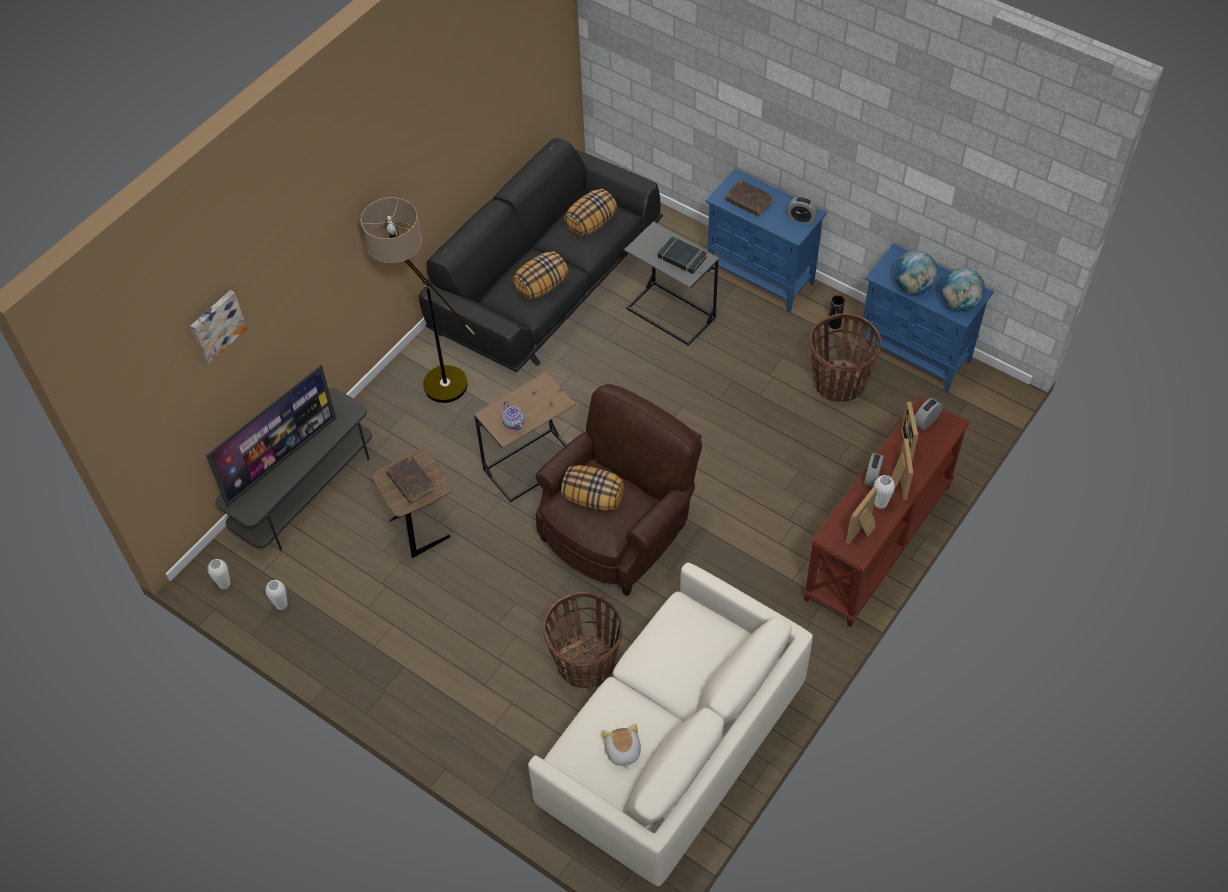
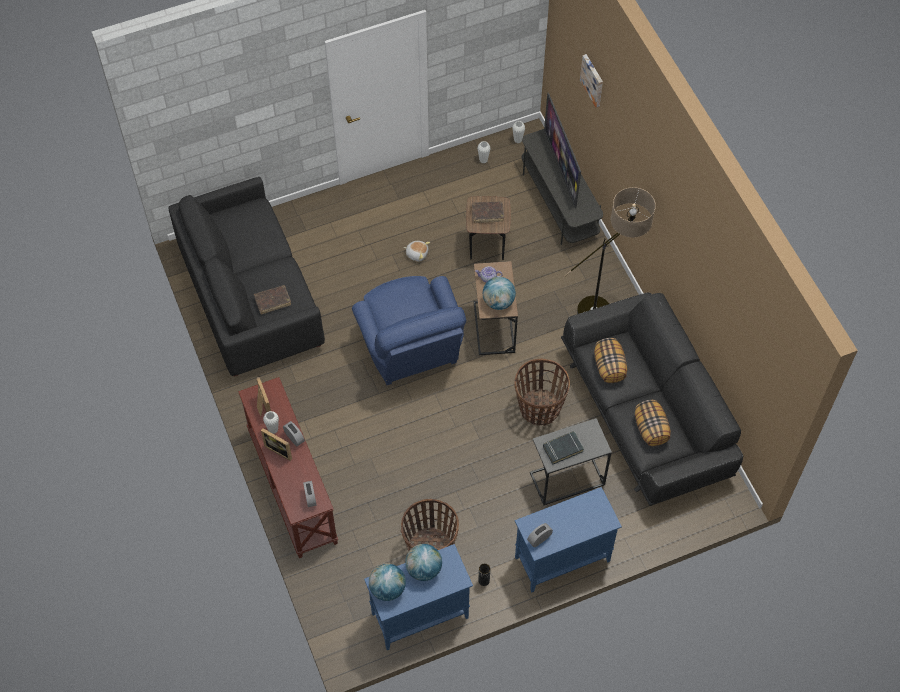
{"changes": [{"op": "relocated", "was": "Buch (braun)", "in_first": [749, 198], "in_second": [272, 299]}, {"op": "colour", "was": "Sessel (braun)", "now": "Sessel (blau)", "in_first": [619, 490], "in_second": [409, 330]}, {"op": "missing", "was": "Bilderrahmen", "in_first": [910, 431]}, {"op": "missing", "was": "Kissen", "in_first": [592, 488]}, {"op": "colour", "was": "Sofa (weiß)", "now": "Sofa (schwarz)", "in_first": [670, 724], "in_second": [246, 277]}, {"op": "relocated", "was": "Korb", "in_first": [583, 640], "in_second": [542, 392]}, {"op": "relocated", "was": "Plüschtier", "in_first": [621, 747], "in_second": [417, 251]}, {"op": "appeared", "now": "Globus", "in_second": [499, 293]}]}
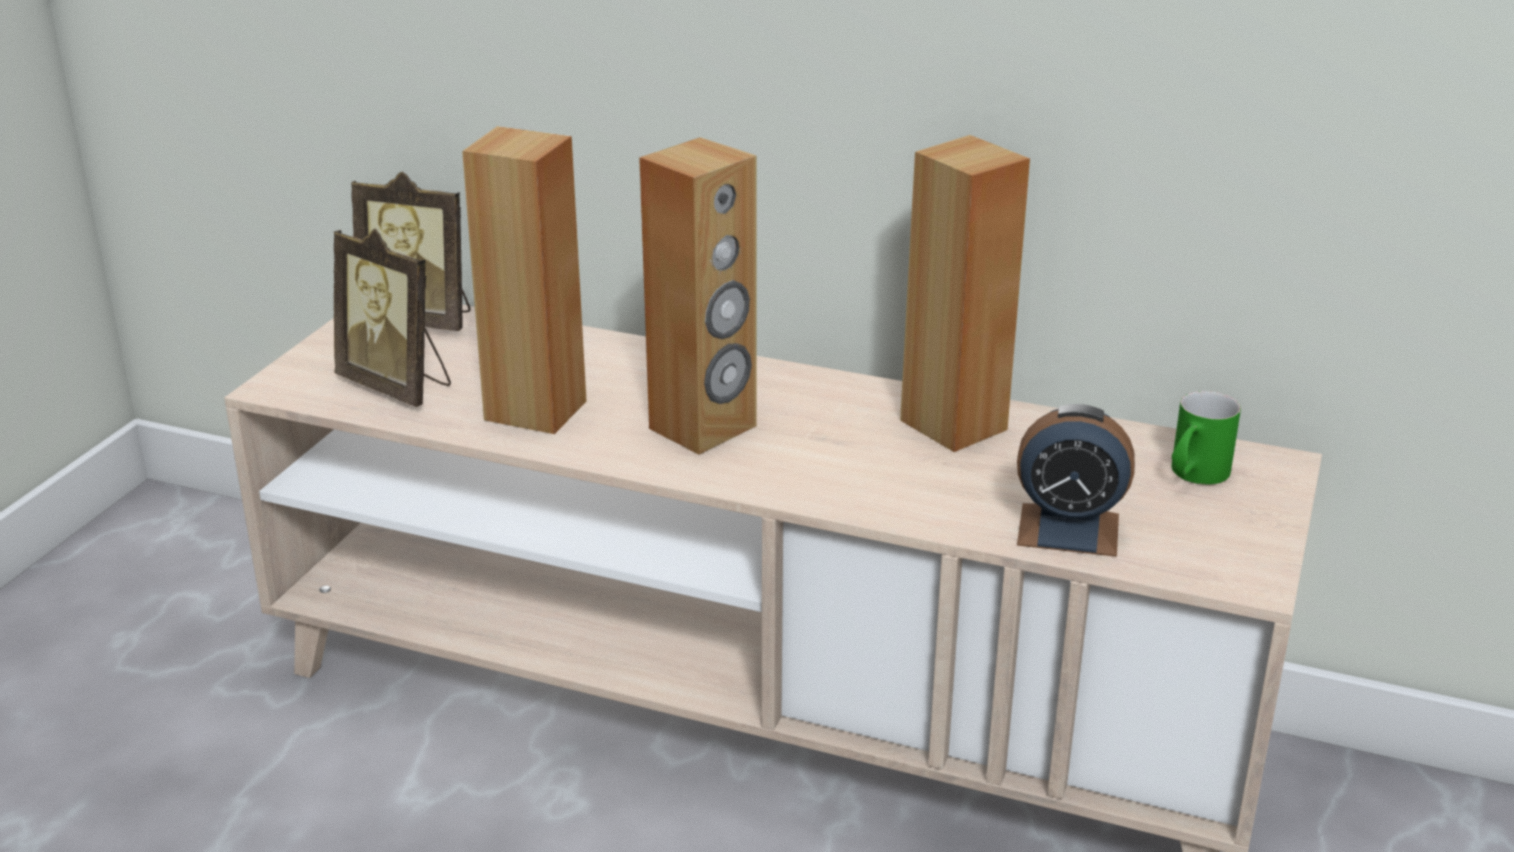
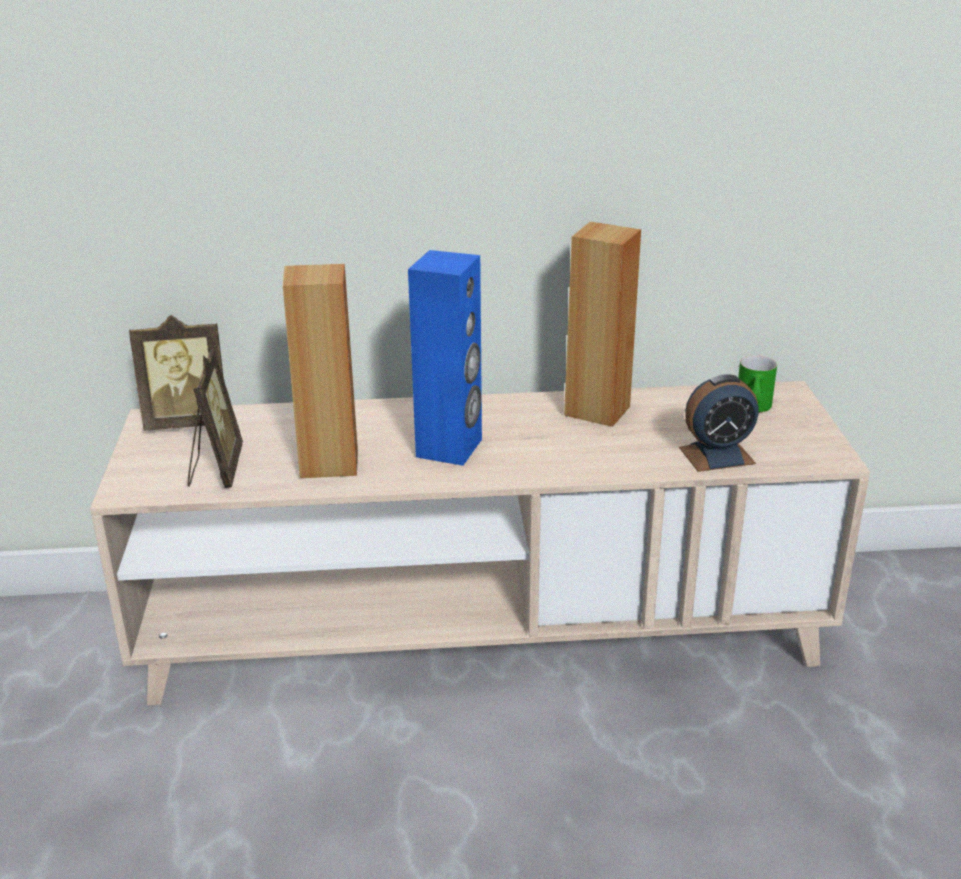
{"changes": [{"op": "colour", "was": "Lautsprecher (braun)", "now": "Lautsprecher (blau)", "in_first": [698, 296], "in_second": [445, 358]}, {"op": "spun", "was": "Bilderrahmen", "in_first": [392, 318], "in_second": [215, 418], "clockwise": -105}]}
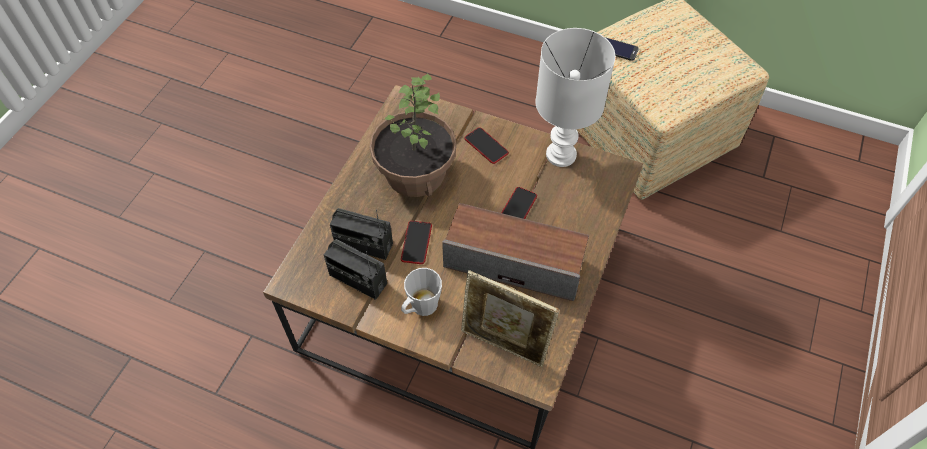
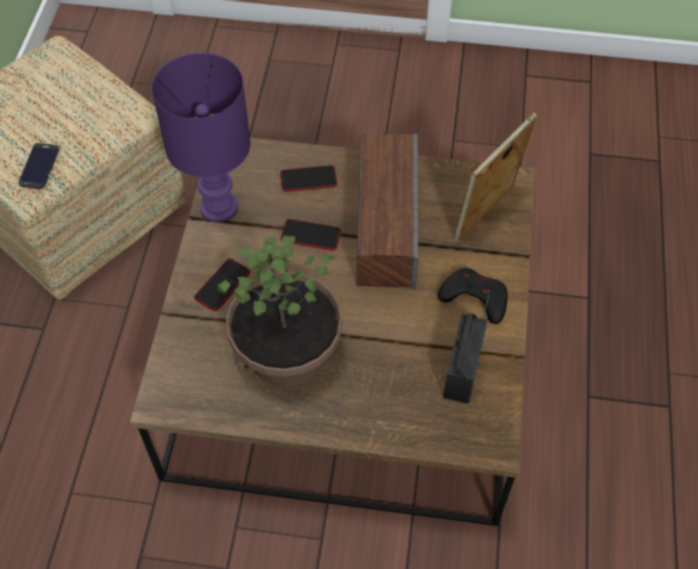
{"changes": [{"op": "colour", "was": "Tischlampe (weiß)", "now": "Tischlampe (lila)", "in_first": [575, 97], "in_second": [201, 138]}, {"op": "missing", "was": "Radio", "in_first": [361, 234]}, {"op": "relocated", "was": "Handy", "in_first": [416, 242], "in_second": [308, 178]}, {"op": "exchanged", "was": "Henkelbecher (grau)", "now": "Gamepad (schwarz)", "in_first": [421, 292], "in_second": [473, 296]}, {"op": "spun", "was": "Bilderrahmen", "in_first": [510, 318], "in_second": [495, 177], "clockwise": -150}]}
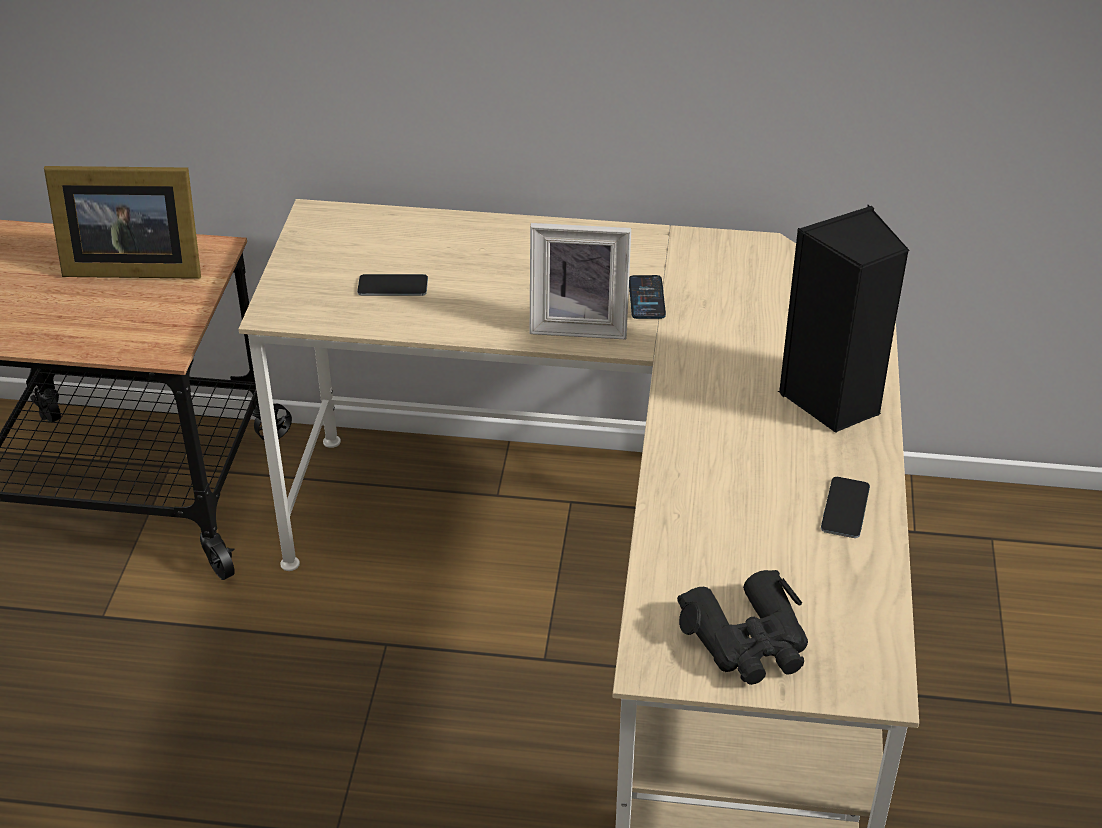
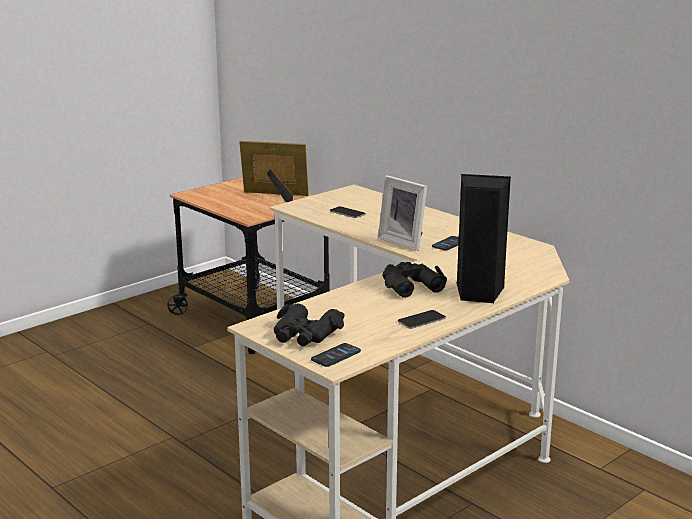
{"changes": [{"op": "spun", "was": "Bilderrahmen", "in_first": [122, 222], "in_second": [274, 171], "clockwise": 150}, {"op": "appeared", "now": "Fernglas (schwarz)", "in_second": [415, 280]}, {"op": "appeared", "now": "Handy", "in_second": [336, 355]}]}
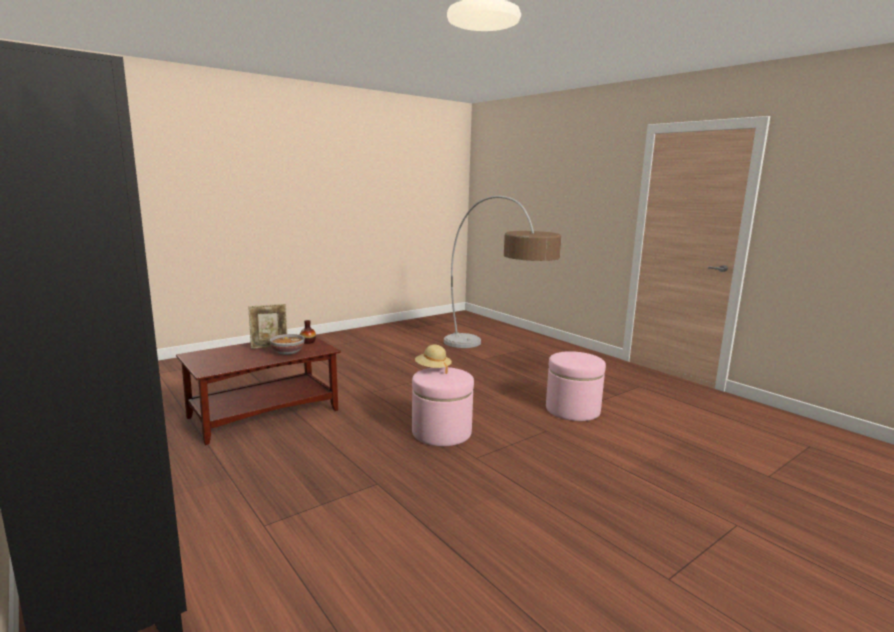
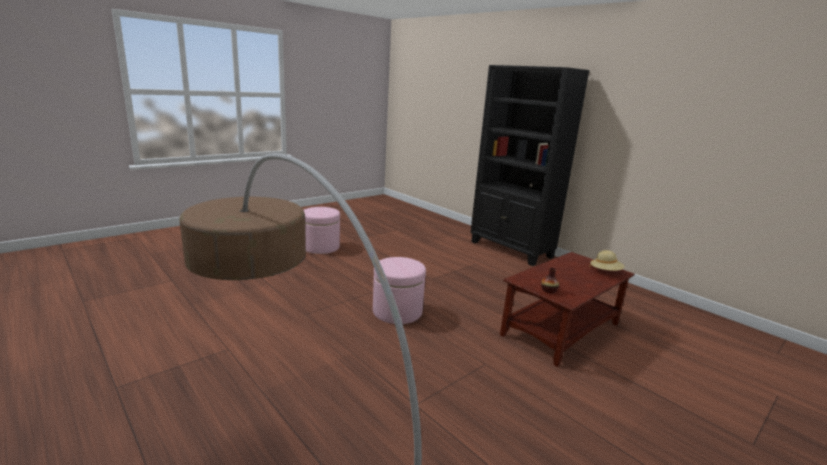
{"changes": [{"op": "missing", "was": "Bilderrahmen", "in_first": [267, 326]}, {"op": "missing", "was": "Schüssel", "in_first": [287, 344]}, {"op": "relocated", "was": "Hut (beige)", "in_first": [433, 359], "in_second": [607, 260]}, {"op": "relocated", "was": "Polsterhocker (rosa)", "in_first": [576, 386], "in_second": [322, 230]}]}
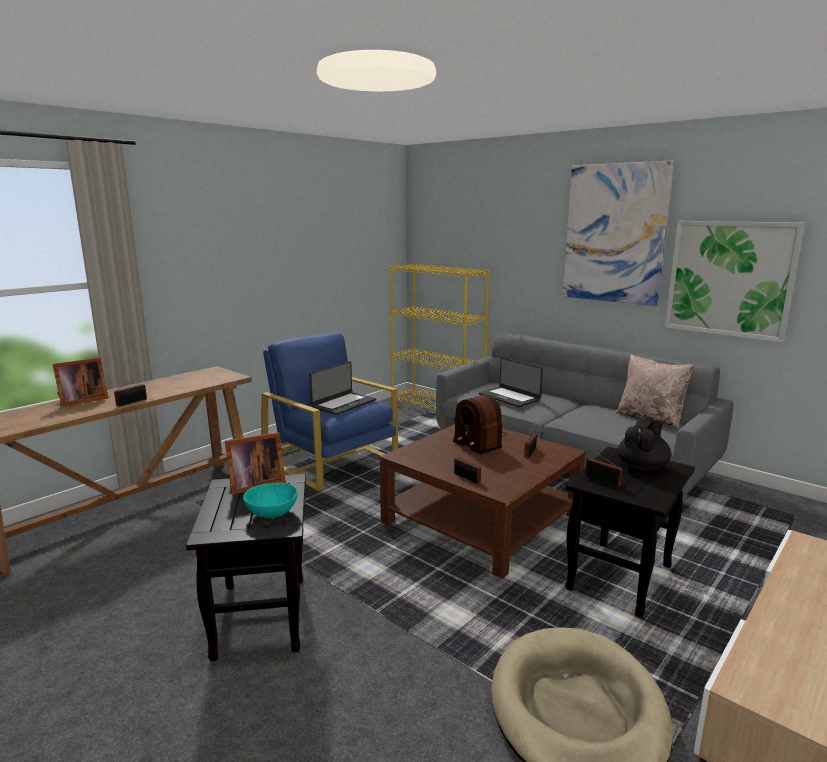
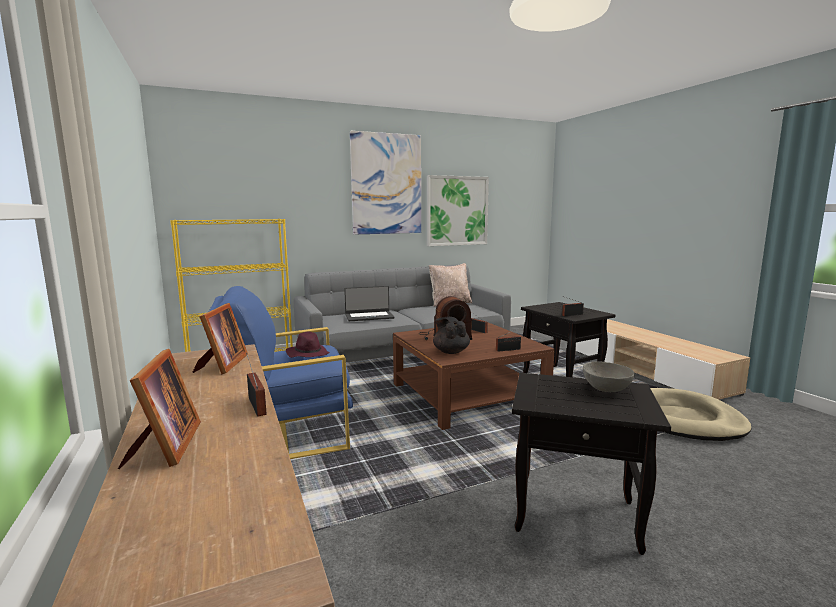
{"changes": [{"op": "exchanged", "was": "Laptop", "now": "Hut (lila)", "in_first": [342, 388], "in_second": [307, 345]}, {"op": "relocated", "was": "Teekanne (schwarz)", "in_first": [644, 445], "in_second": [451, 335]}, {"op": "relocated", "was": "Bilderrahmen", "in_first": [255, 463], "in_second": [220, 338]}, {"op": "colour", "was": "Schüssel (türkis)", "now": "Schüssel (grau)", "in_first": [270, 500], "in_second": [609, 376]}]}
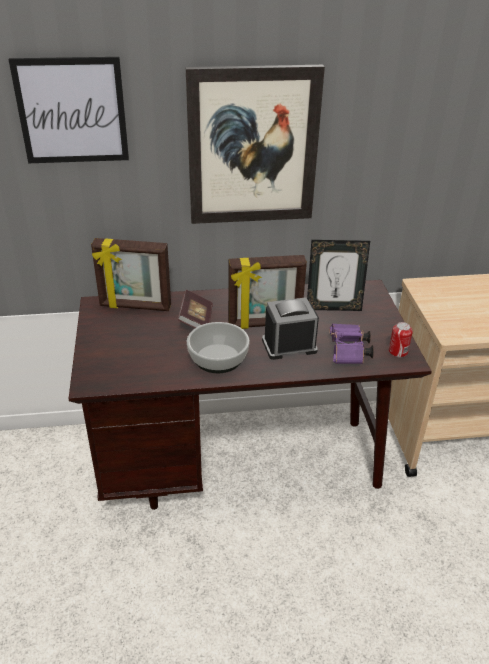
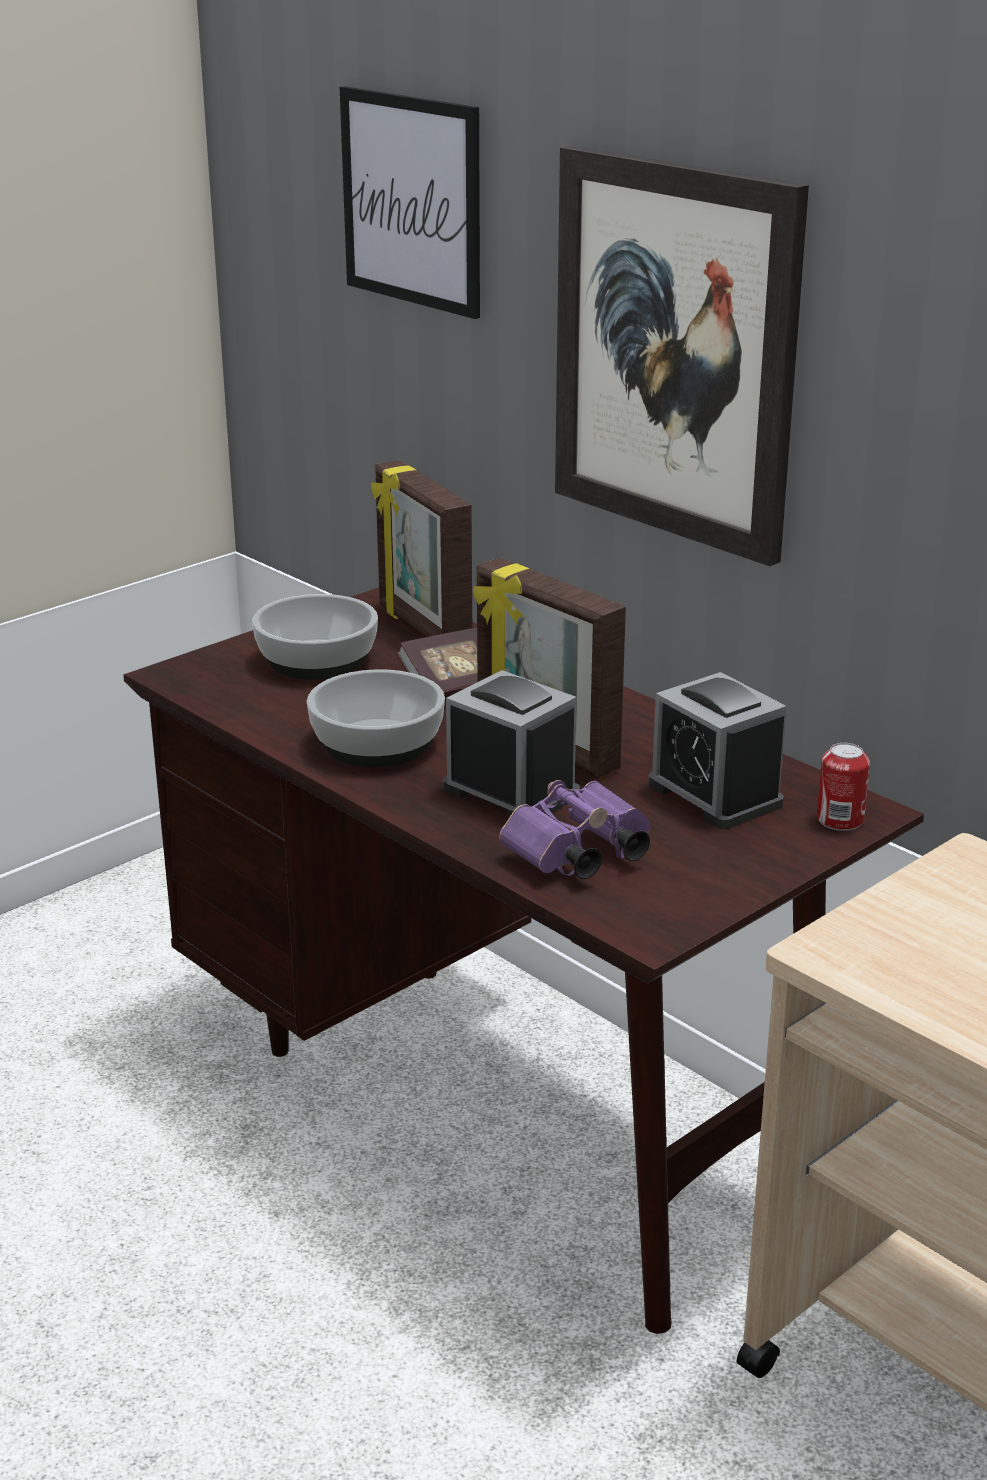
{"changes": [{"op": "exchanged", "was": "Bilderrahmen", "now": "Wecker", "in_first": [338, 275], "in_second": [717, 750]}, {"op": "relocated", "was": "Dose", "in_first": [401, 339], "in_second": [843, 787]}, {"op": "appeared", "now": "Schüssel", "in_second": [315, 637]}]}
